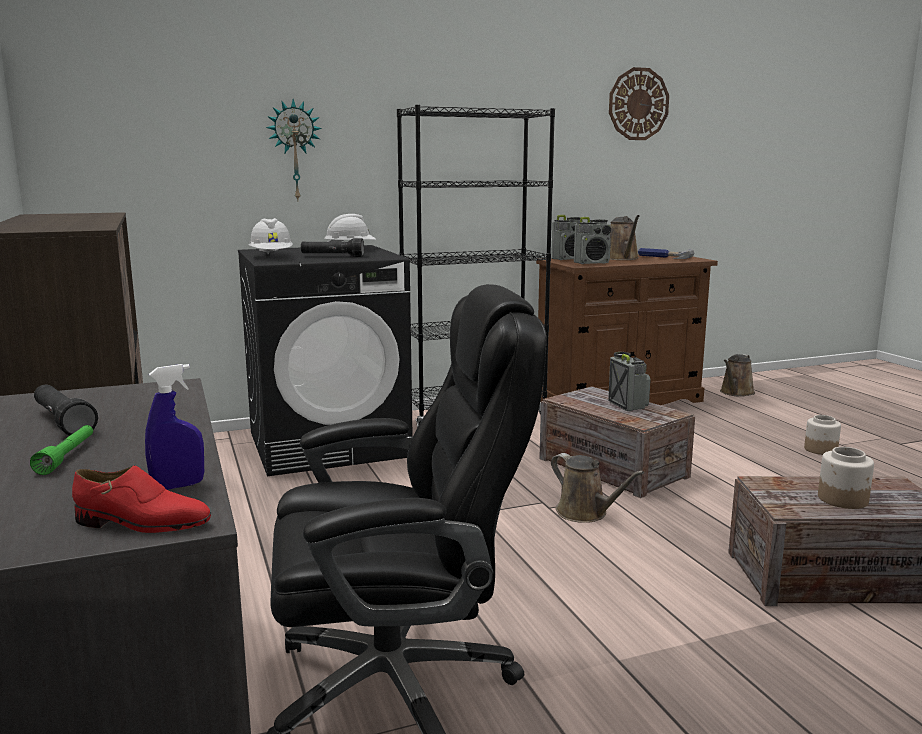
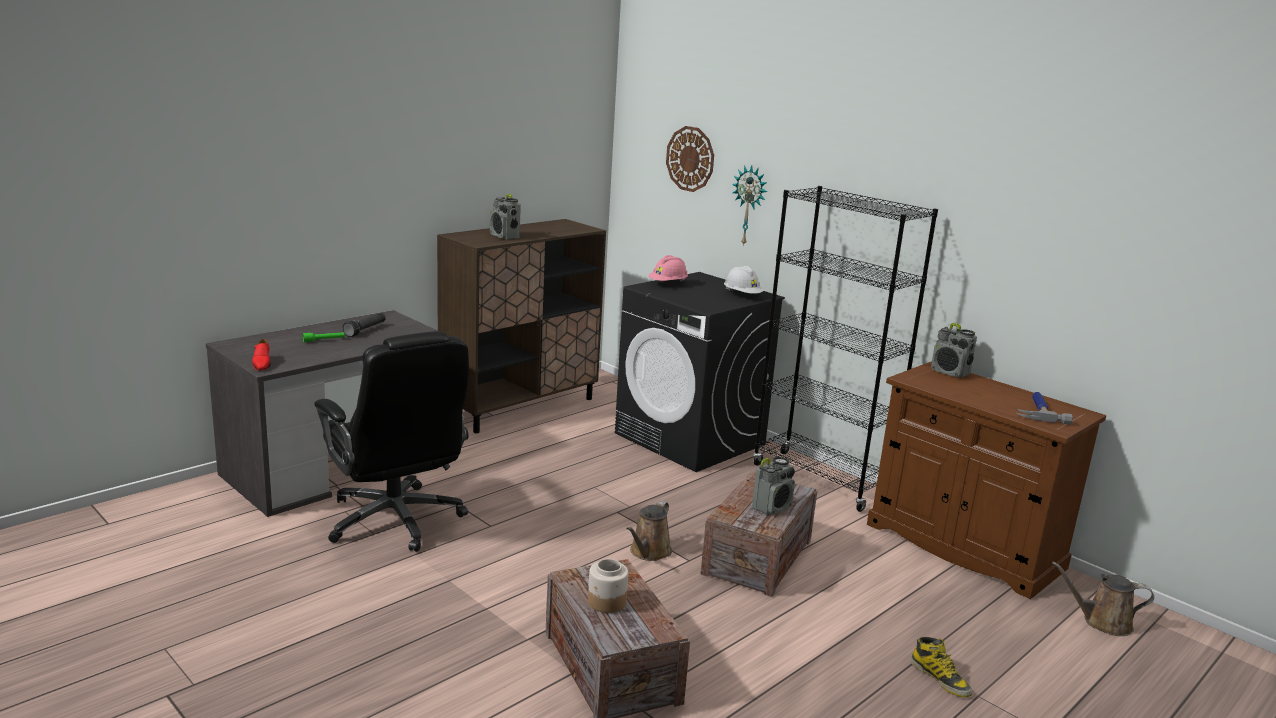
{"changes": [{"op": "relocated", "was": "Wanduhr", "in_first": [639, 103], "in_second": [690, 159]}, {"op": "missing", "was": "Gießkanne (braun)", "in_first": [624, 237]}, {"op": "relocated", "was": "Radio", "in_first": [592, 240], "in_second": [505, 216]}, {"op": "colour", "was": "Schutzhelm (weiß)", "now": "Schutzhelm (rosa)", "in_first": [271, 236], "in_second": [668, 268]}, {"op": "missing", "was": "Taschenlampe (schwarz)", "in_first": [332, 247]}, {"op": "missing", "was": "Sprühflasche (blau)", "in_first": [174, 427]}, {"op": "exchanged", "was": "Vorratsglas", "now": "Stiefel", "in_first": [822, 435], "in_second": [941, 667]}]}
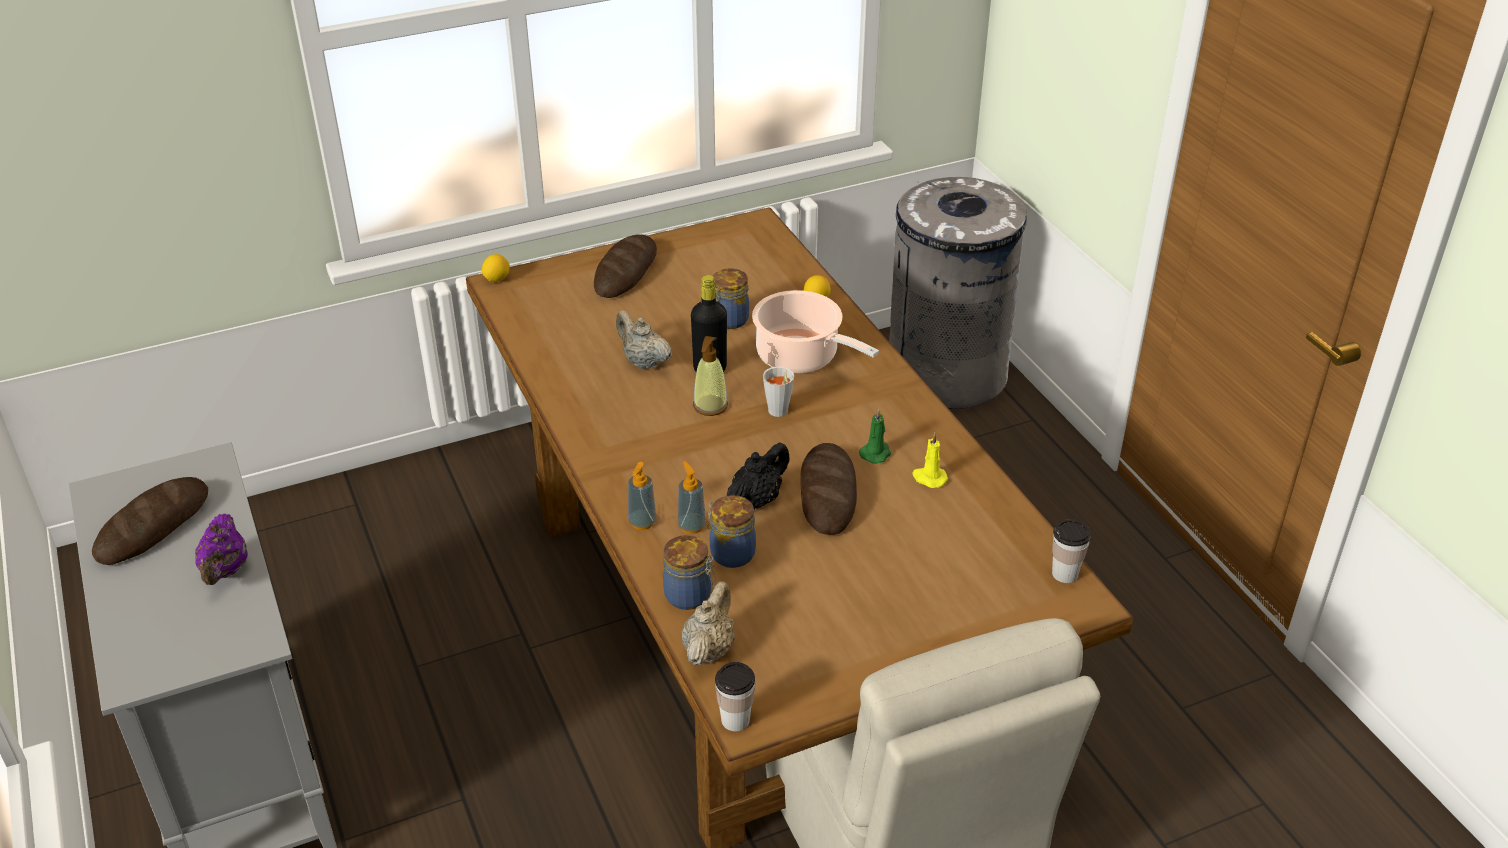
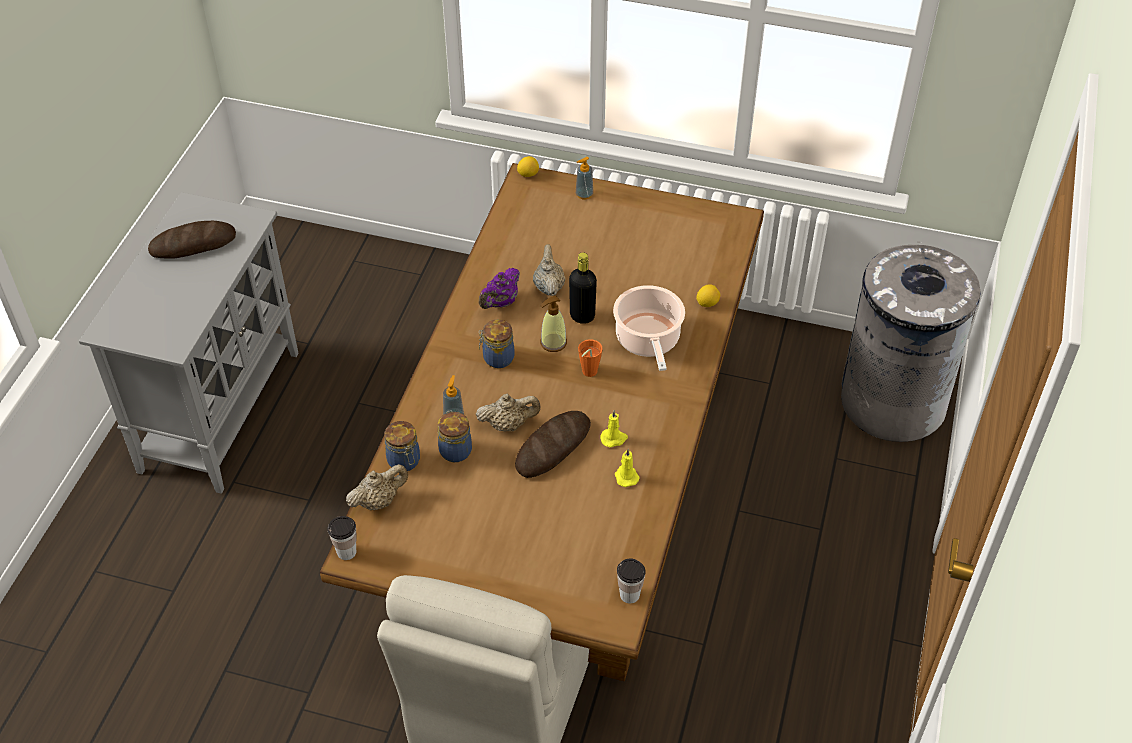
{"changes": [{"op": "missing", "was": "Brot", "in_first": [625, 266]}, {"op": "relocated", "was": "Vorratsglas", "in_first": [731, 298], "in_second": [497, 343]}, {"op": "colour", "was": "Tasse (grau)", "now": "Tasse (orange)", "in_first": [778, 391], "in_second": [590, 358]}, {"op": "colour", "was": "Kerze (grün)", "now": "Kerze (gelb)", "in_first": [875, 436], "in_second": [614, 429]}, {"op": "colour", "was": "Teekanne (schwarz)", "now": "Teekanne (beige)", "in_first": [758, 476], "in_second": [508, 412]}, {"op": "relocated", "was": "Seifenspender", "in_first": [642, 496], "in_second": [584, 178]}, {"op": "relocated", "was": "Teekanne (lila)", "in_first": [221, 549], "in_second": [499, 288]}]}
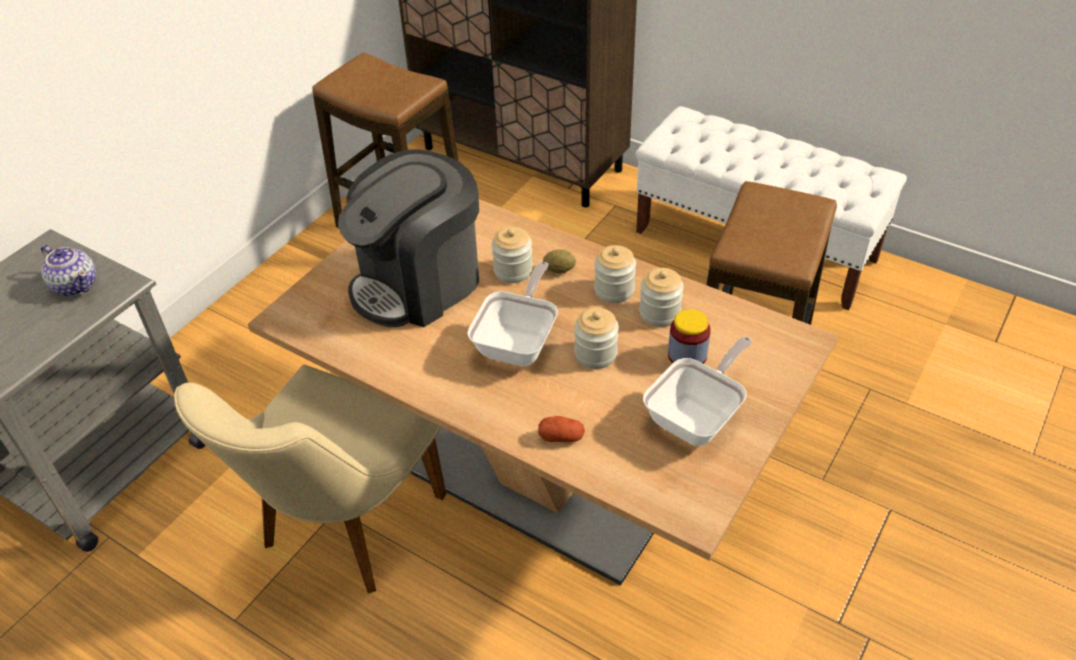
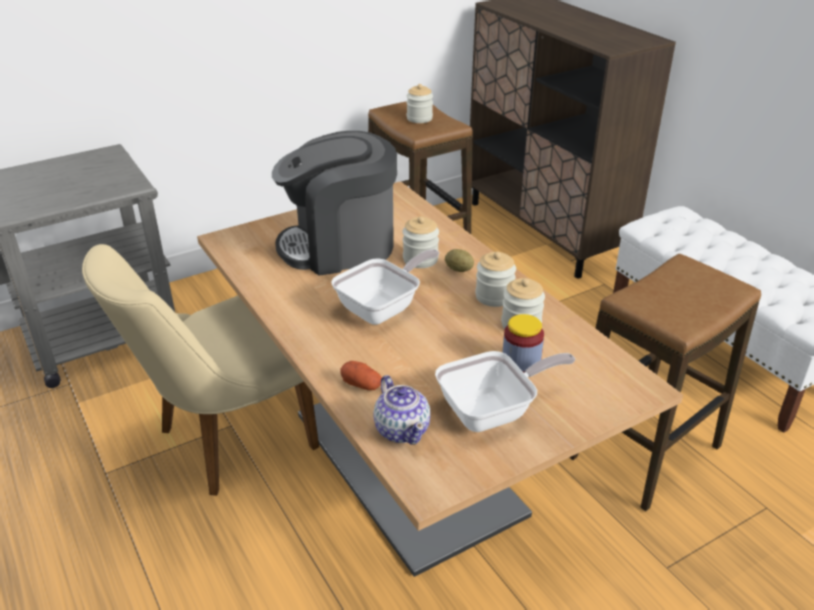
{"changes": [{"op": "relocated", "was": "Teekanne", "in_first": [68, 270], "in_second": [402, 410]}, {"op": "relocated", "was": "Vorratsglas", "in_first": [596, 338], "in_second": [419, 103]}]}
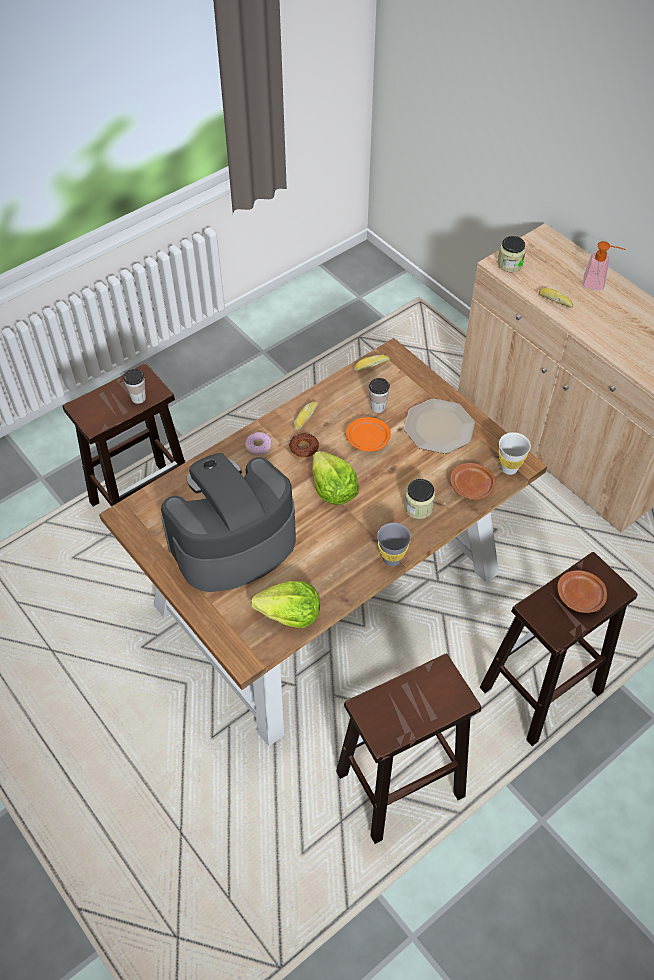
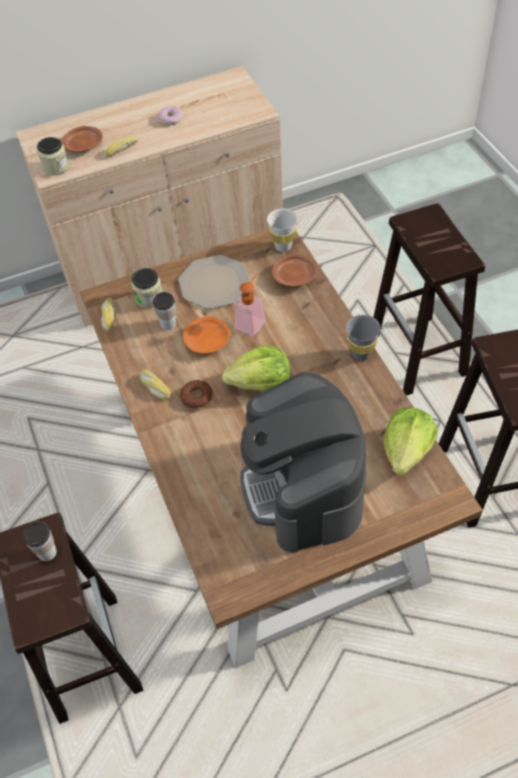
{"changes": [{"op": "relocated", "was": "Seifenspender", "in_first": [603, 265], "in_second": [250, 304]}, {"op": "relocated", "was": "Donut", "in_first": [258, 444], "in_second": [170, 115]}, {"op": "relocated", "was": "Vorratsglas", "in_first": [419, 499], "in_second": [147, 288]}, {"op": "relocated", "was": "Teller (braun)", "in_first": [582, 591], "in_second": [82, 139]}]}
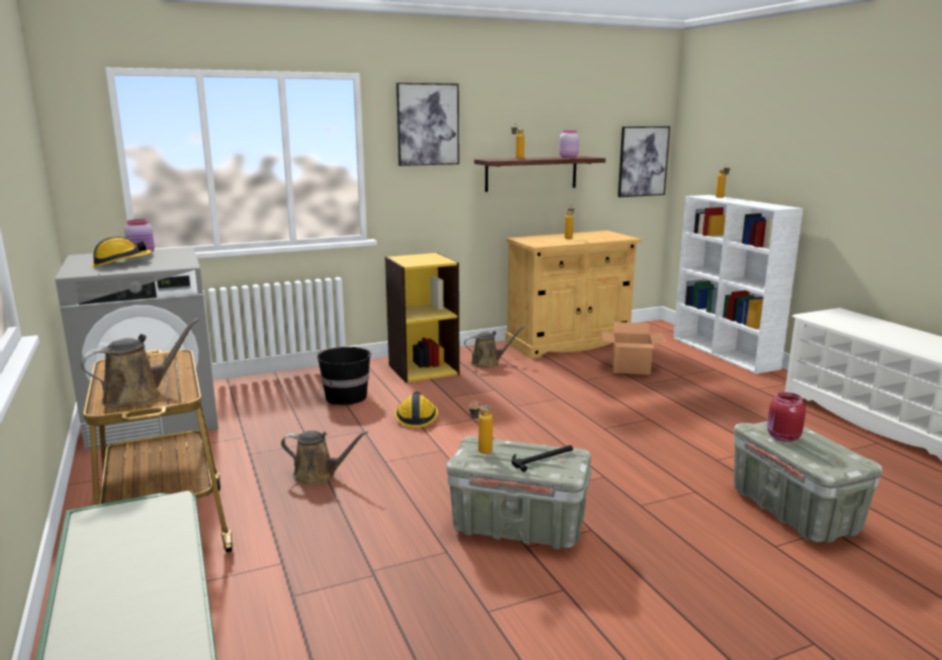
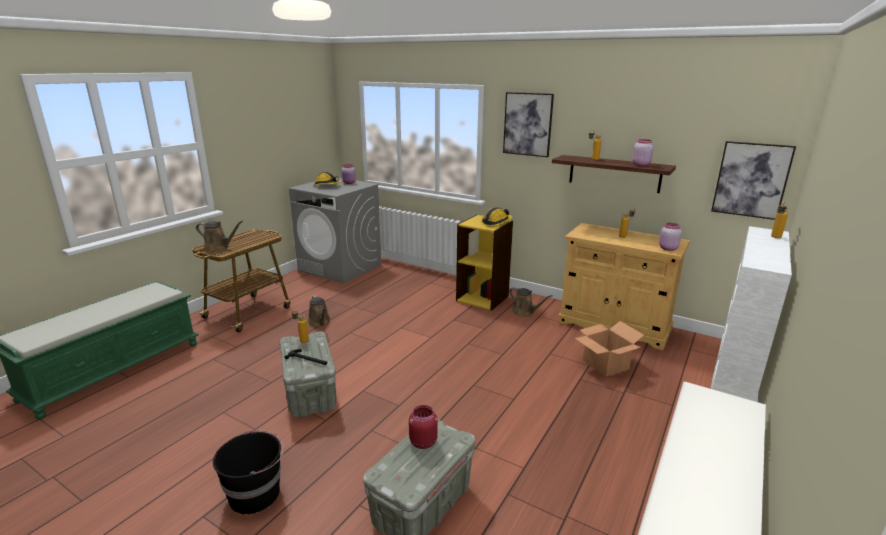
{"changes": [{"op": "relocated", "was": "Eimer (schwarz)", "in_first": [344, 376], "in_second": [248, 472]}, {"op": "relocated", "was": "Schutzhelm", "in_first": [416, 410], "in_second": [496, 217]}, {"op": "appeared", "now": "Vorratsglas (rosa)", "in_second": [670, 237]}]}
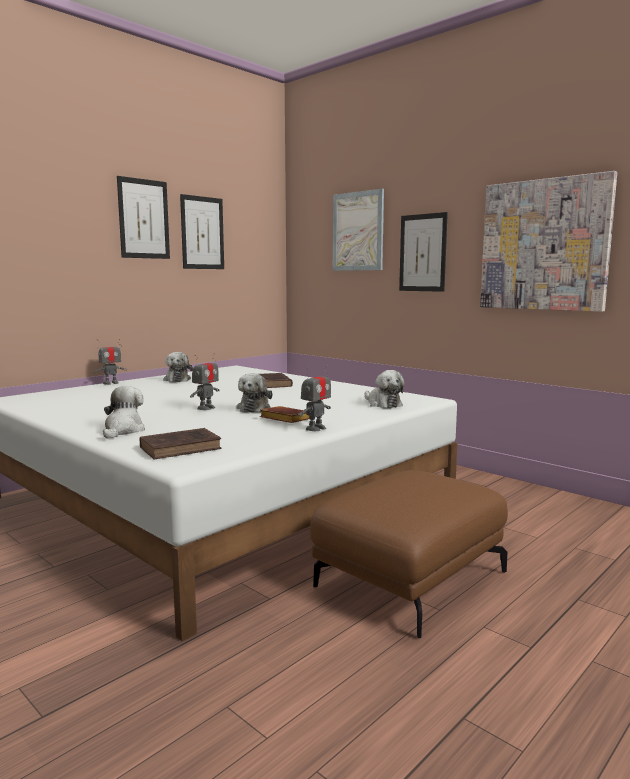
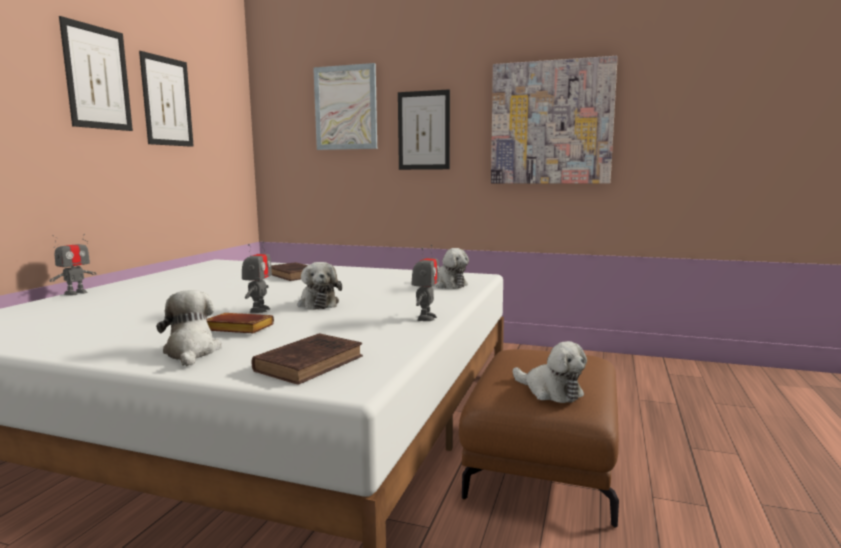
{"changes": [{"op": "relocated", "was": "Plüschtier", "in_first": [178, 367], "in_second": [550, 372]}, {"op": "relocated", "was": "Buch (braun)", "in_first": [285, 414], "in_second": [240, 323]}]}
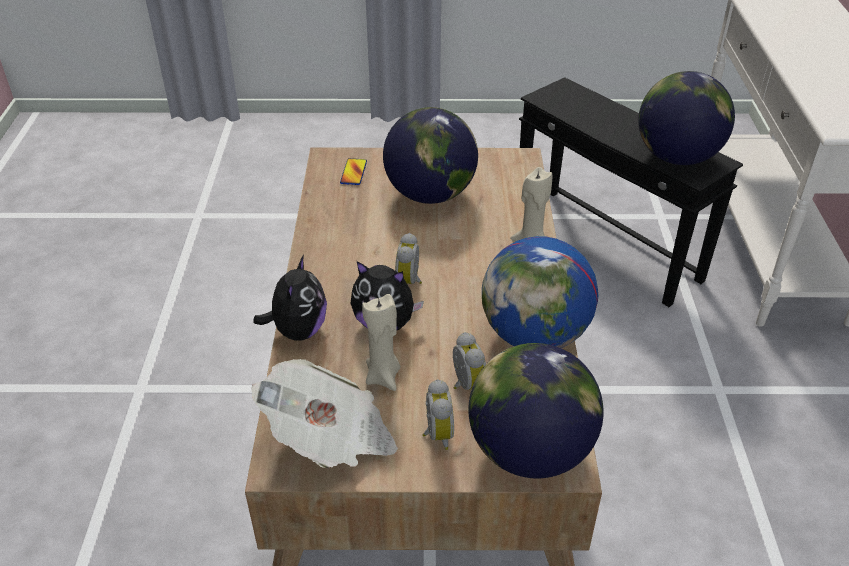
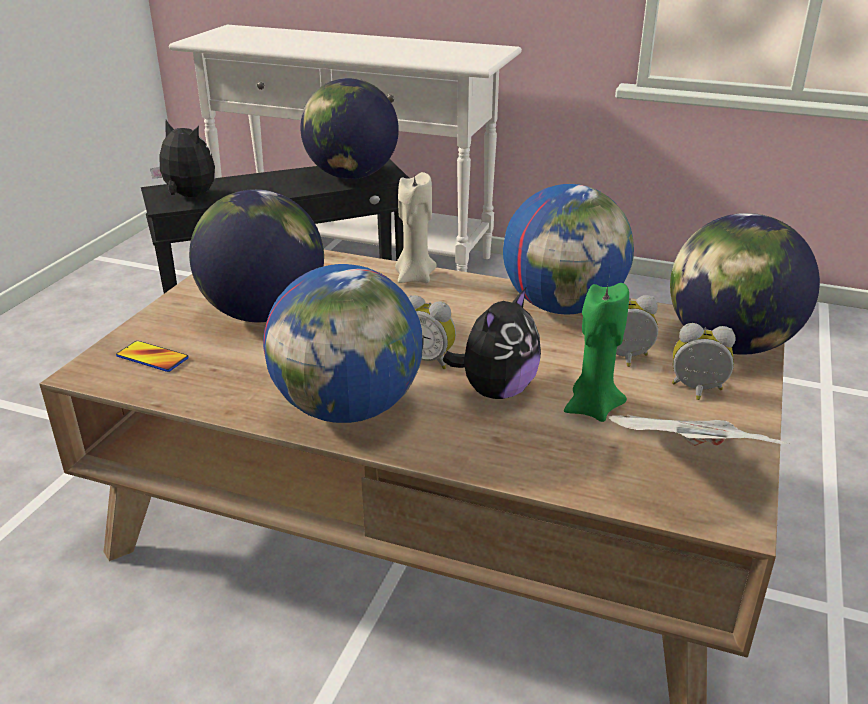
{"changes": [{"op": "relocated", "was": "Plüschtier", "in_first": [290, 298], "in_second": [182, 158]}, {"op": "colour", "was": "Kerze (beige)", "now": "Kerze (grün)", "in_first": [381, 342], "in_second": [596, 352]}, {"op": "appeared", "now": "Globus", "in_second": [343, 343]}]}
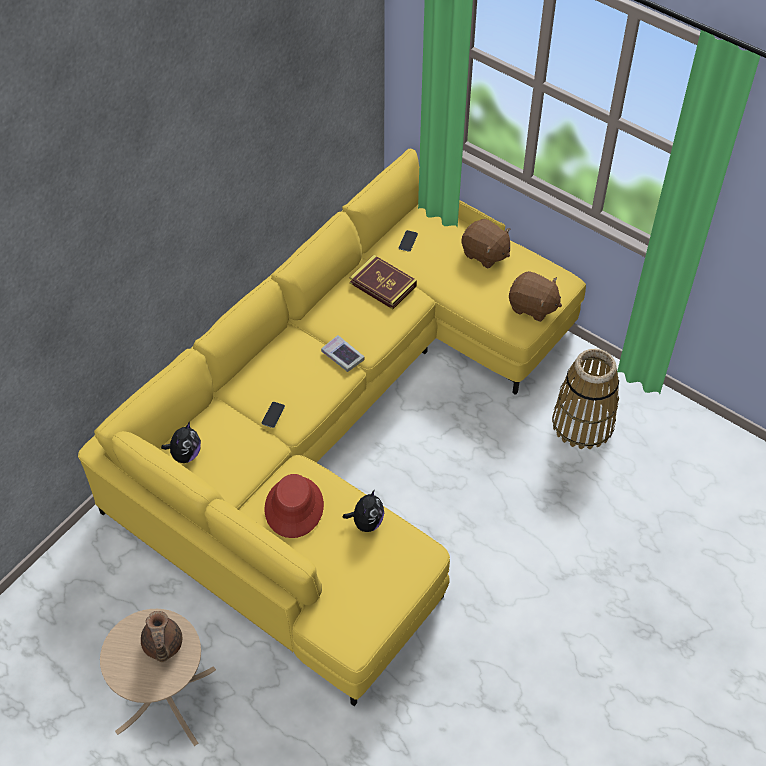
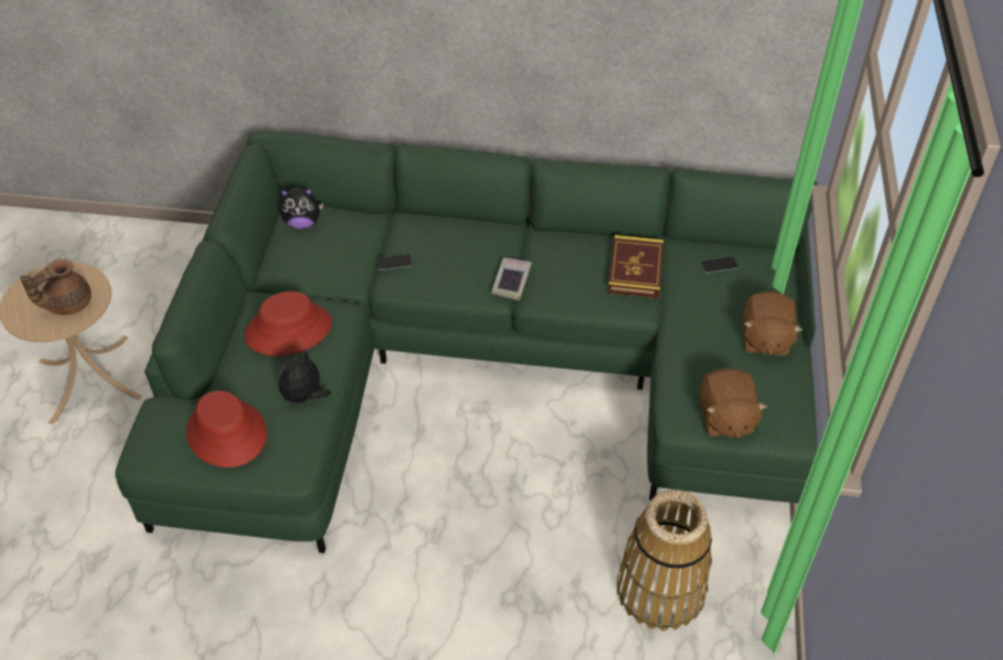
{"changes": [{"op": "colour", "was": "Sofa (gelb)", "now": "Sofa (grün)", "in_first": [332, 427], "in_second": [466, 342]}, {"op": "spun", "was": "Plüschtier", "in_first": [363, 510], "in_second": [304, 378], "clockwise": 135}, {"op": "appeared", "now": "Hut (rot)", "in_second": [226, 429]}]}
